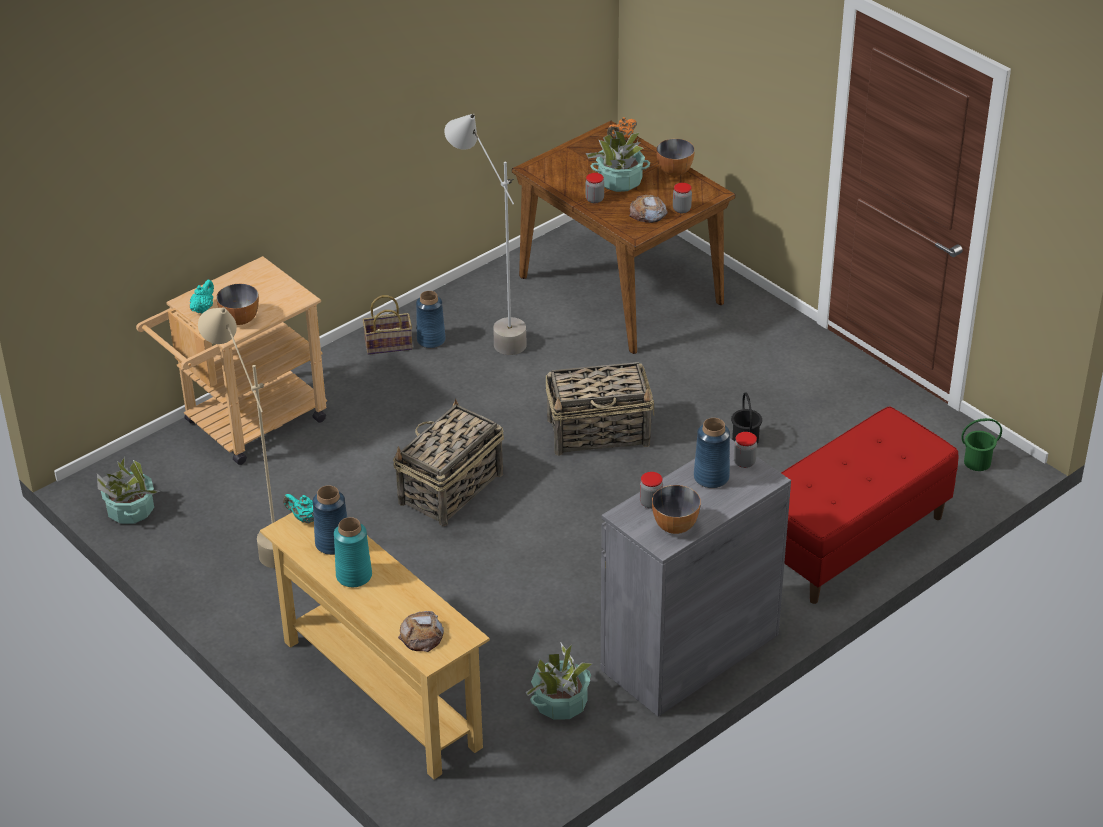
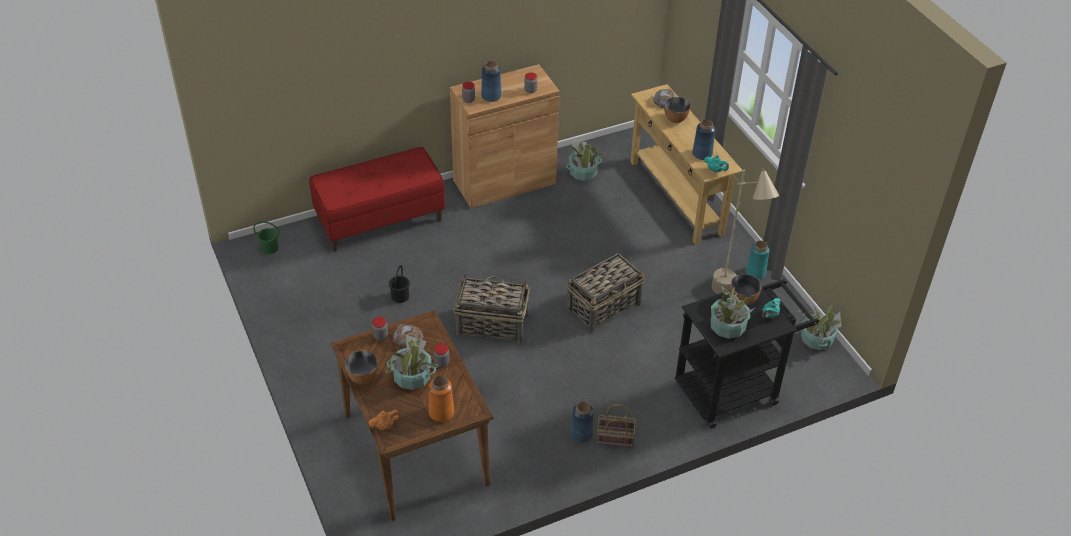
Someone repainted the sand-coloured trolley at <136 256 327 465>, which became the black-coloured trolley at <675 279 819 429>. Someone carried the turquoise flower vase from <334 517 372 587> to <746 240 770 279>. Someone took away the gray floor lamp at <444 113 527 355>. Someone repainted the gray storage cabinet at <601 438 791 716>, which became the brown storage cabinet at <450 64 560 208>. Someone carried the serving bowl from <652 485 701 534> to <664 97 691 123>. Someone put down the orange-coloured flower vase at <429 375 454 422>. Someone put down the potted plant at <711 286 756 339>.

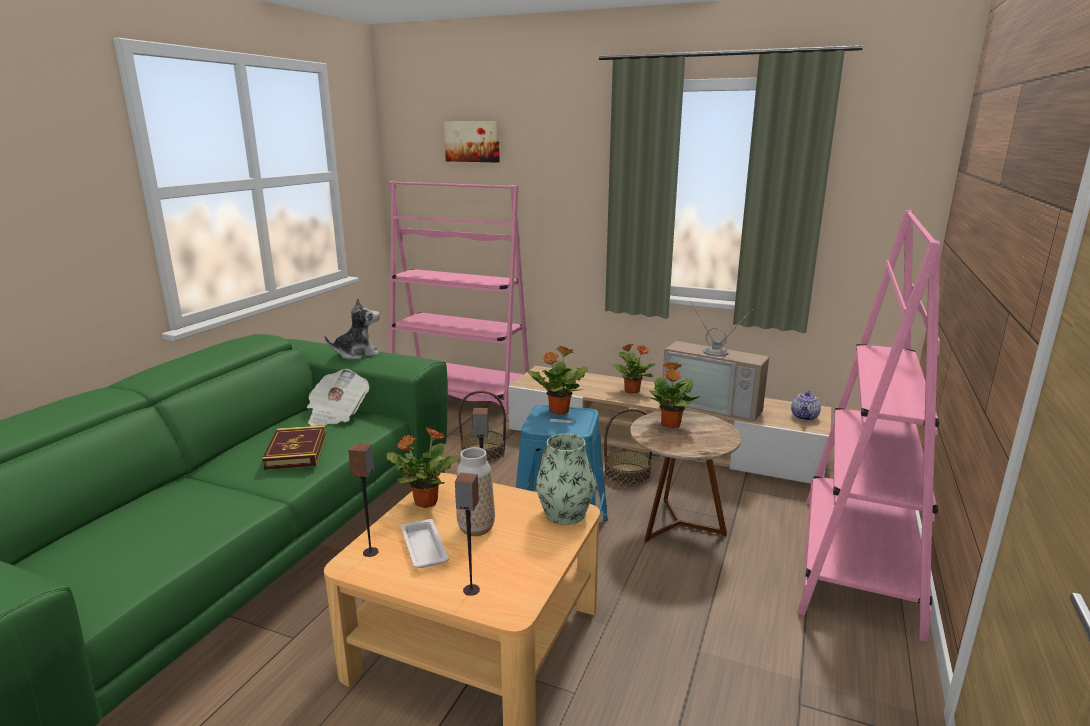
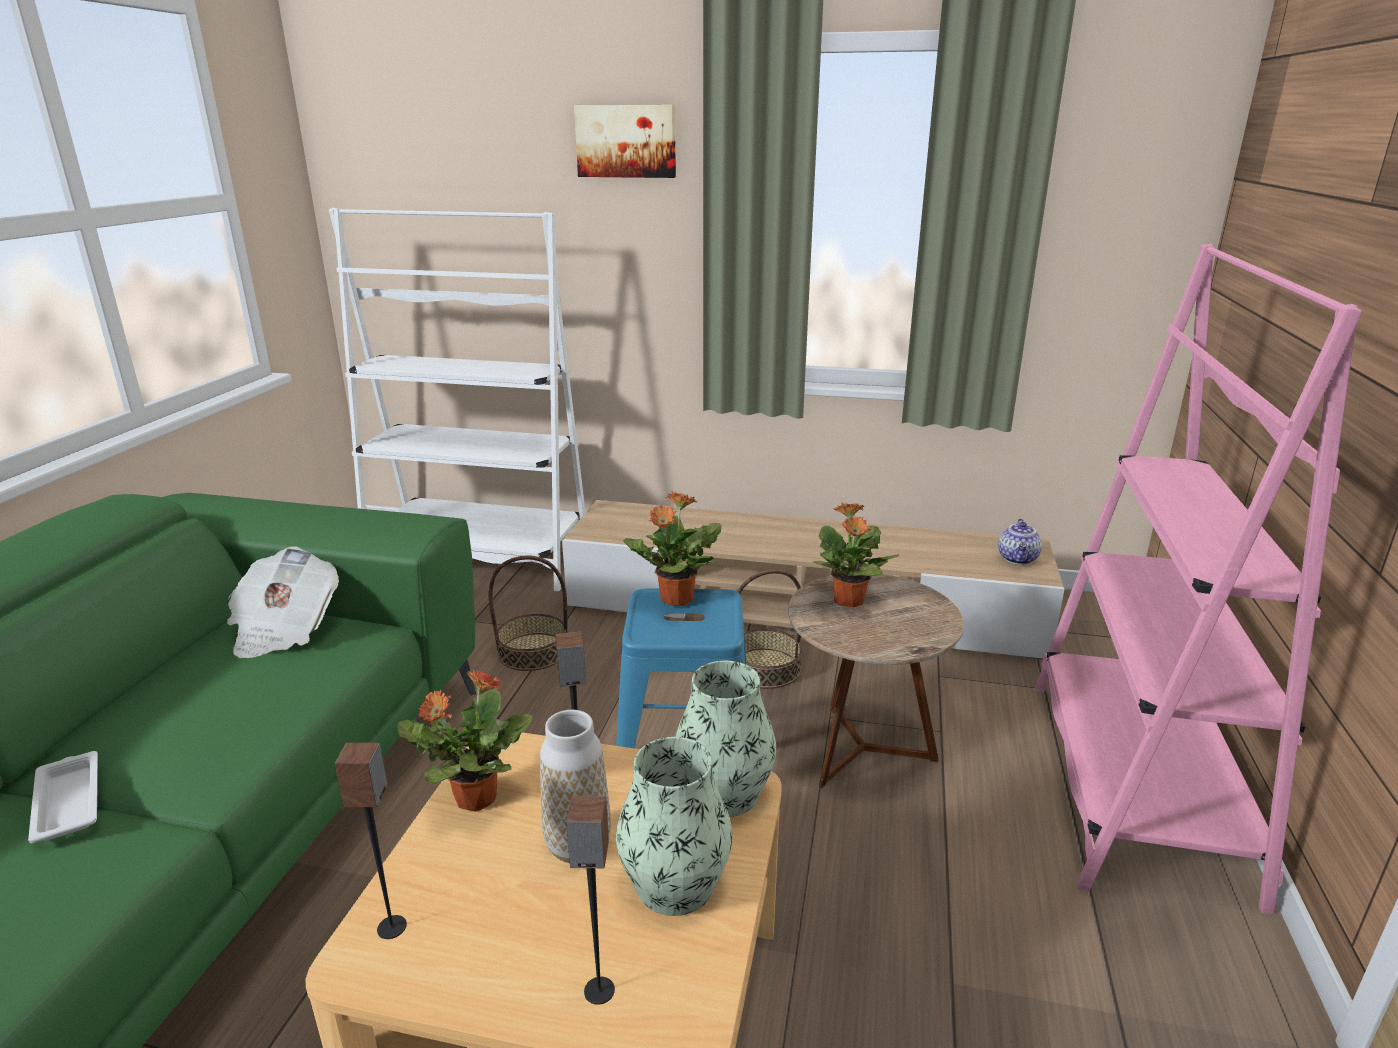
Someone took away the bound book at <262 425 326 470>. Someone took away the cuddly toy at <325 298 380 360>. Someone repainted the pink-coloured bookshelf at <389 181 529 421>, which became the whitish bookshelf at <329 208 586 591>. Someone carried the whitish carrying tray from <401 519 449 568> to <28 751 98 843>. Someone carried the wall art from <444 121 500 162> to <574 105 676 178>. Someone took away the potted plant at <612 343 657 394>. Someone took away the TV set at <663 301 769 422>. Someone put down the flower vase at <616 737 733 916>.

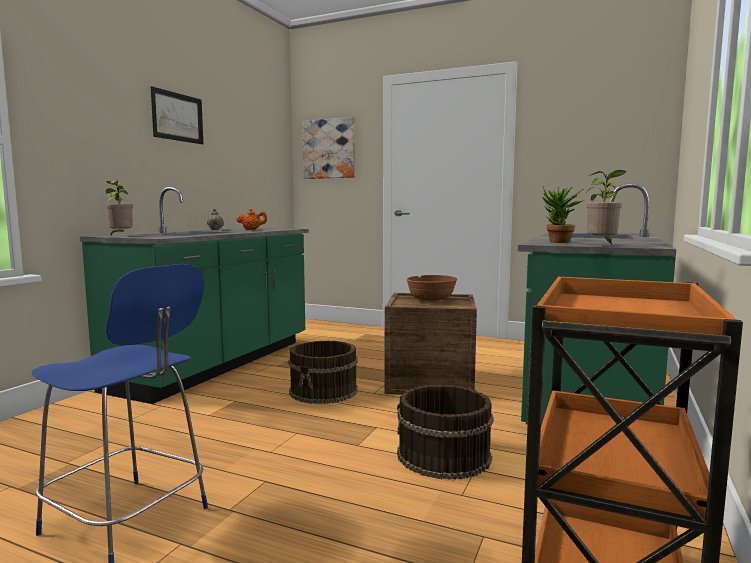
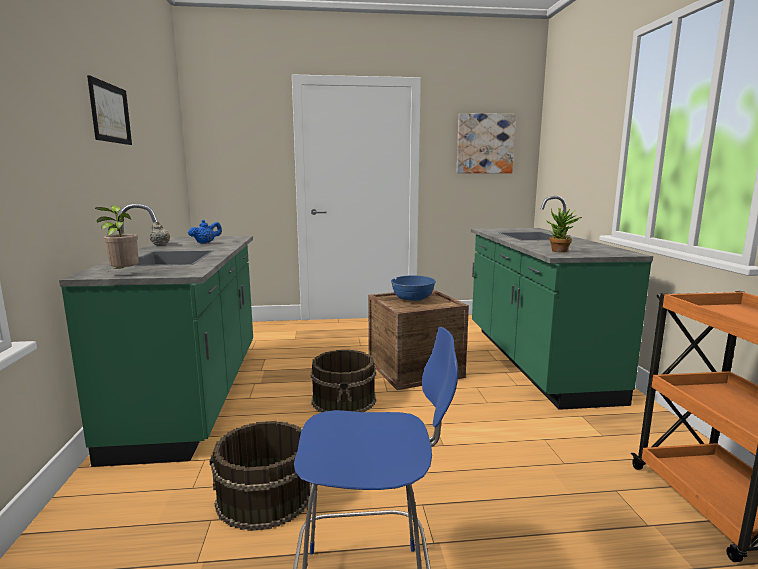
Someone repainted the orange-coloured teapot at <236 208 267 230>, which became the blue-coloured teapot at <188 220 222 244>. Someone carried the wall art from <302 117 355 179> to <457 113 516 173>. Someone carried the brown pail from <397 385 494 480> to <210 421 312 531>. Someone repainted the brown serving bowl at <407 275 457 302>, which became the blue-coloured serving bowl at <391 275 436 302>. Someone took away the potted plant at <586 170 626 244>.

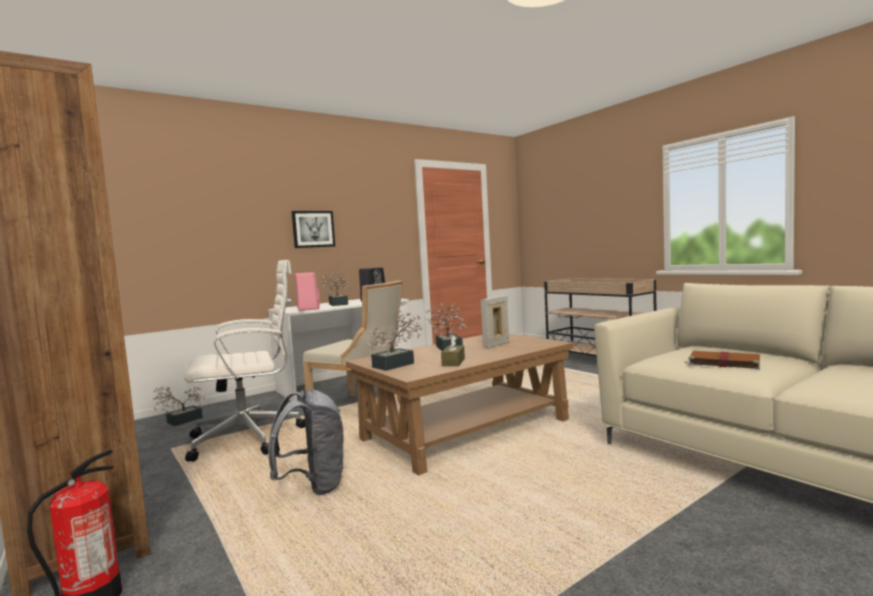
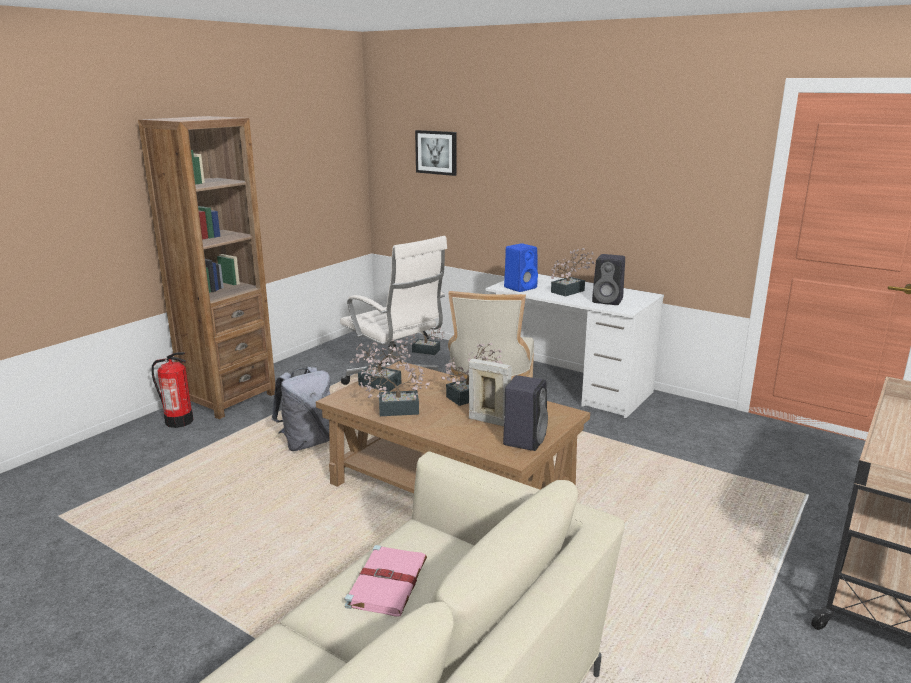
Someone carried the wall art from <292 211 335 248> to <415 130 456 176>. Someone repainted the pink-coloured audio speaker at <295 272 320 311>, which became the blue-coloured audio speaker at <504 243 538 292>. Someone swapped the brown box of tissues at <441 335 465 366> for the potted plant at <360 355 430 416>. Someone repainted the brown bound book at <683 351 760 370>, which became the pink-coloured bound book at <345 545 427 617>. Someone put down the black-coloured audio speaker at <503 375 548 451>.

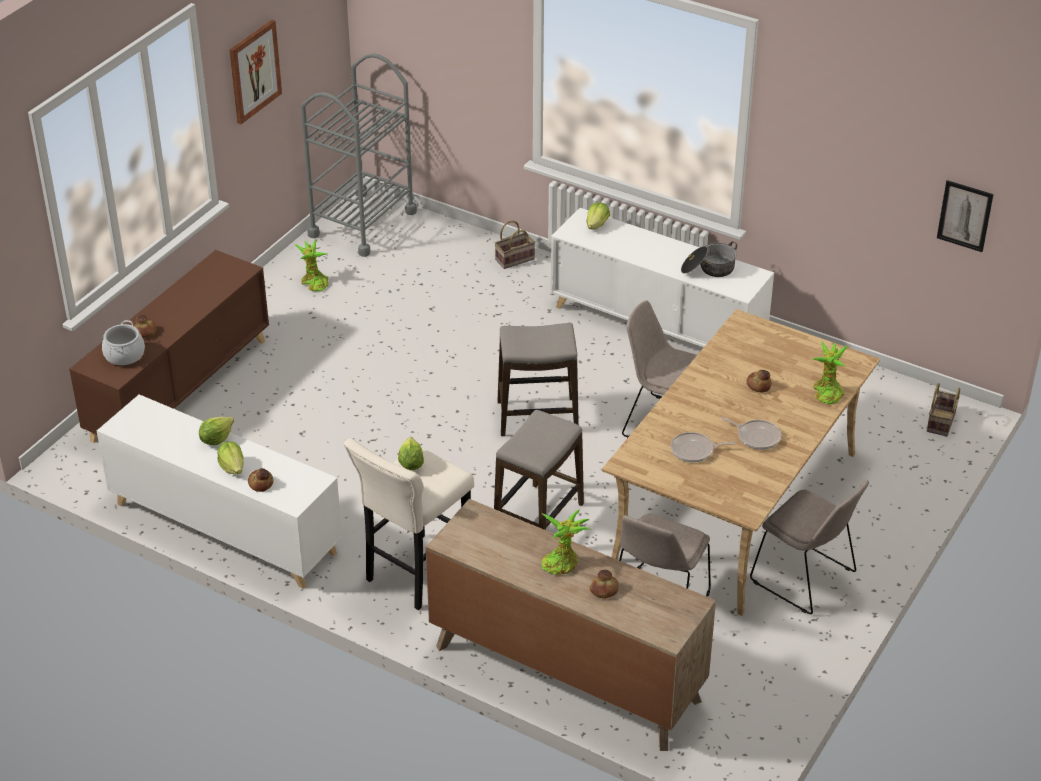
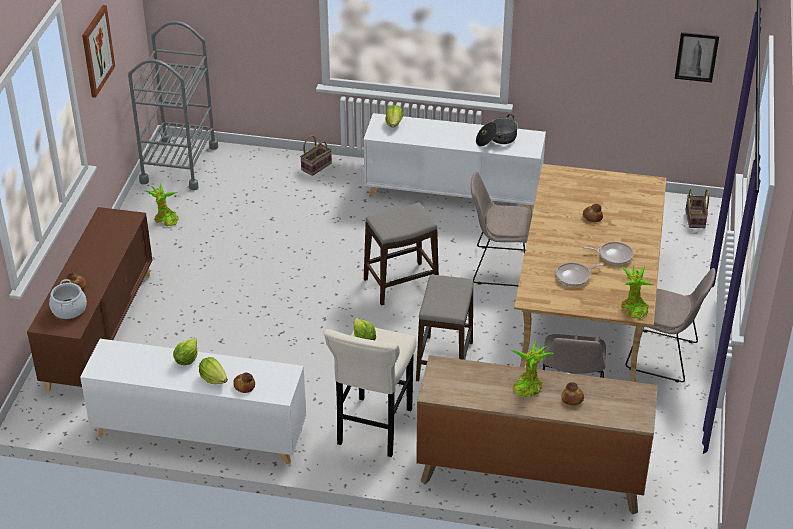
Someone carried the potted plant from <813 341 848 405> to <621 265 653 319>.

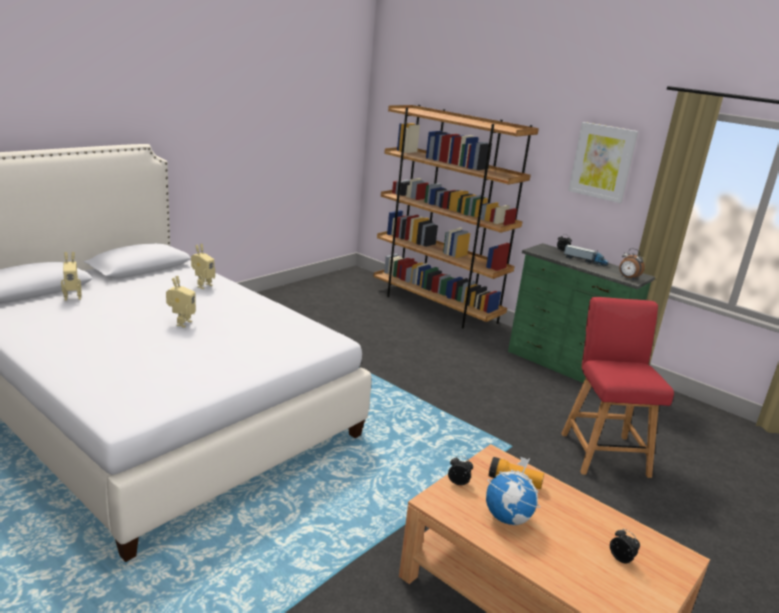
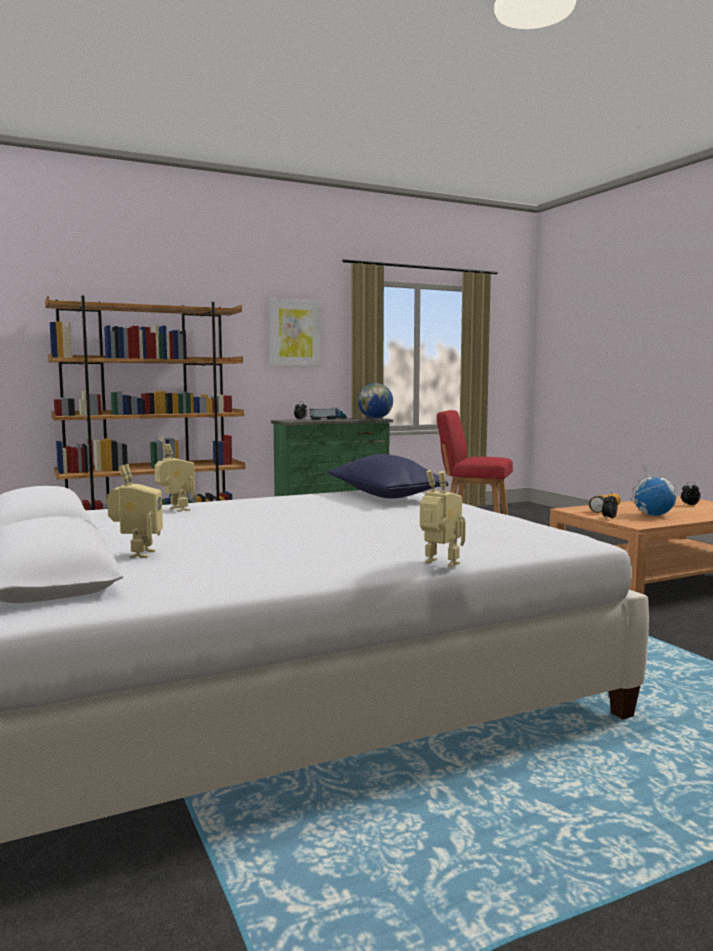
Someone carried the model robot from <166 276 196 328> to <420 470 466 567>. Someone swapped the table clock at <619 248 645 280> for the world globe at <358 383 393 419>. Someone put down the blue-coloured pillow at <328 454 449 499>.

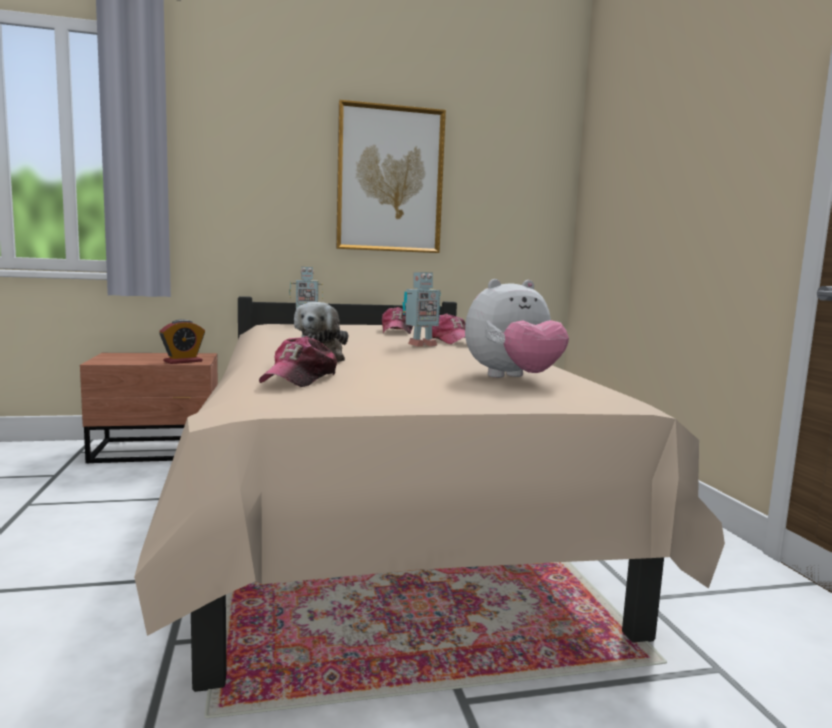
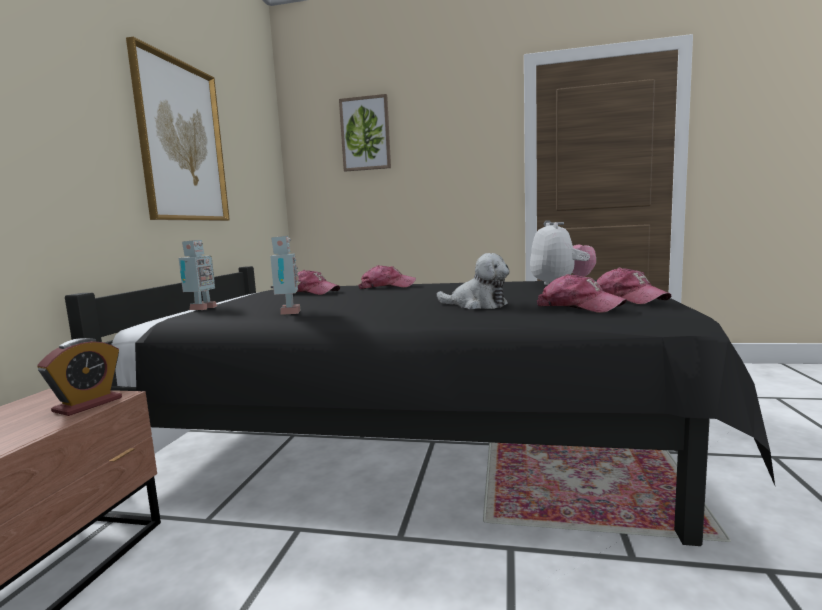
Someone repainted the sand-coloured sleeping bed at <134 296 725 692>, which became the black-coloured sleeping bed at <65 266 775 546>. Someone rotated the table clock at <159 319 205 364> by 45 degrees clockwise. Someone carried the model robot from <403 272 440 347> to <270 236 301 315>. Someone put up the wall art at <339 94 391 172>. Someone put down the baseball cap at <597 267 672 304>.

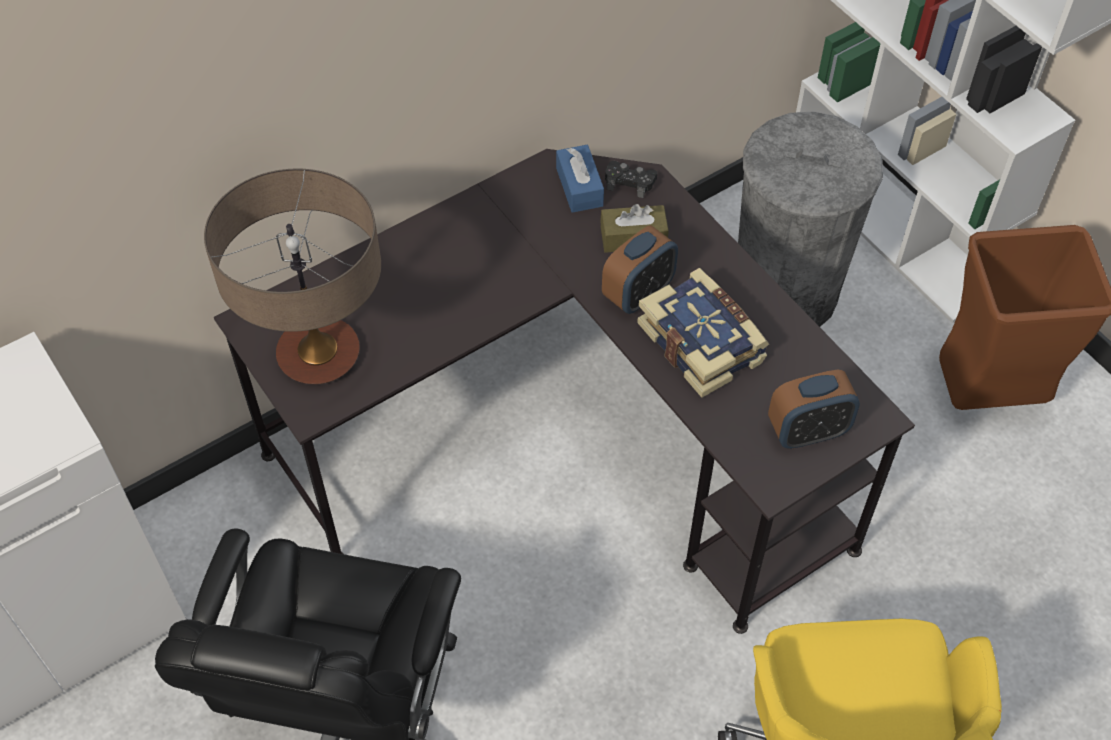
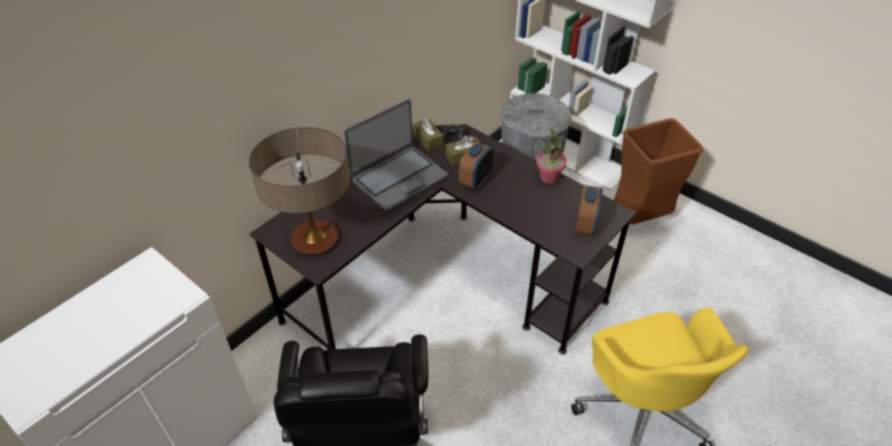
Someone repainted the blue-coloured box of tissues at <556 145 604 213>, which became the brown box of tissues at <413 118 443 152>. Someone took away the bound book at <637 268 769 398>. Someone rotated the table clock at <768 370 860 449> by 45 degrees counterclockwise. Someone put down the portable computer at <344 99 448 212>. Someone put down the potted plant at <536 128 567 184>.

